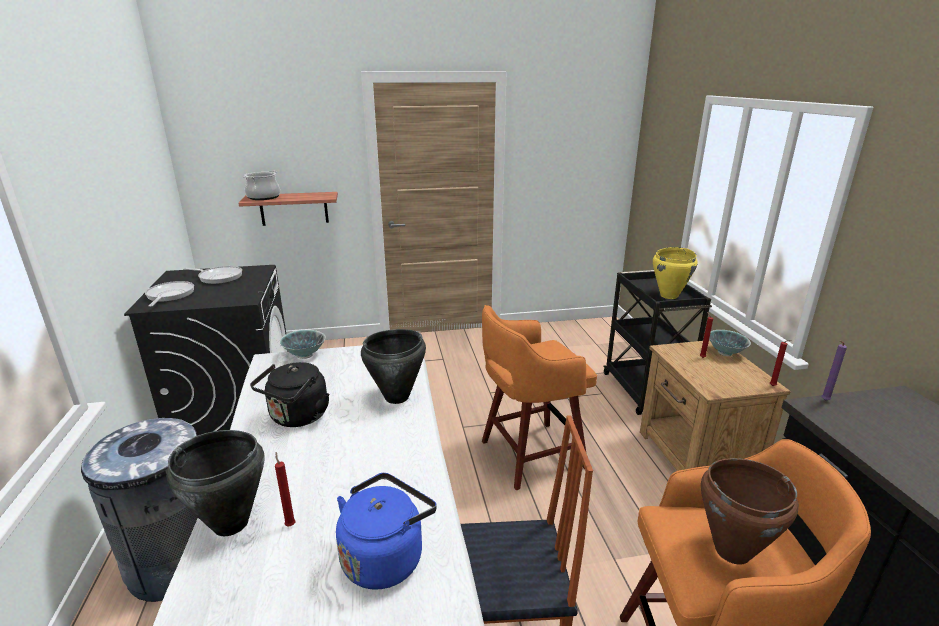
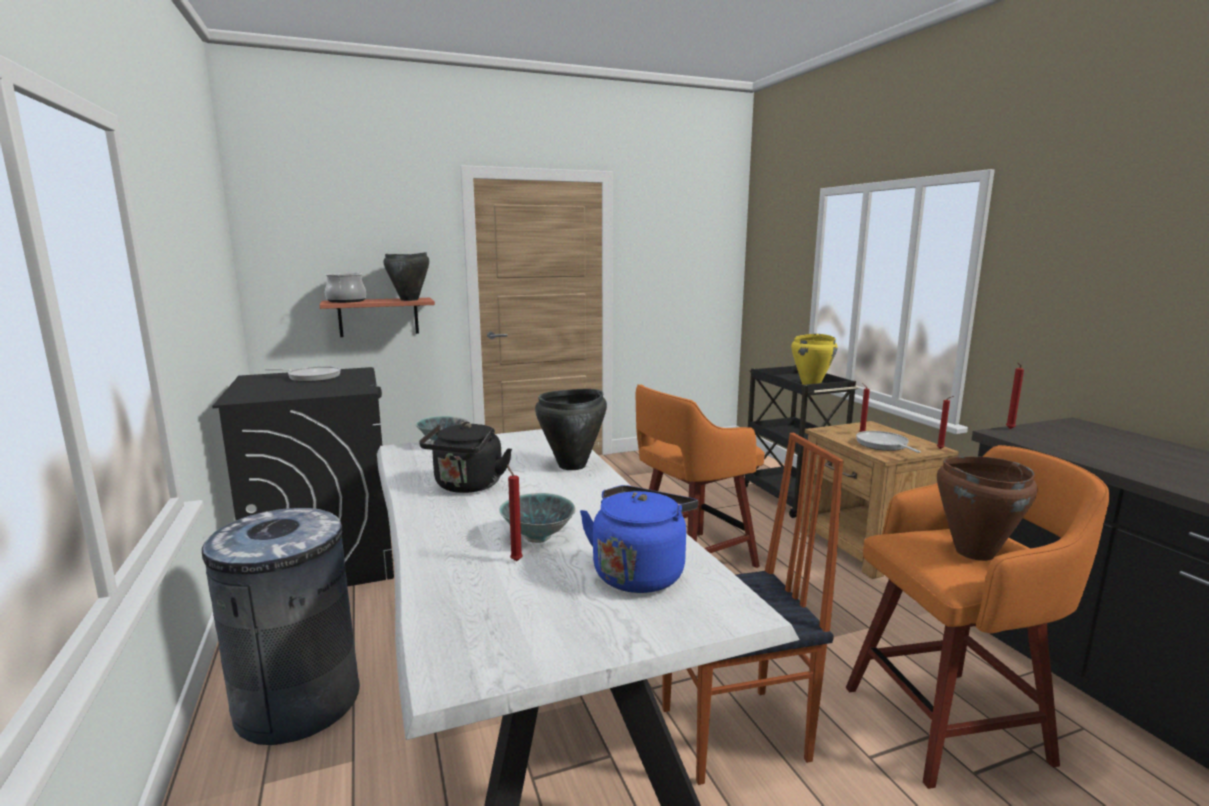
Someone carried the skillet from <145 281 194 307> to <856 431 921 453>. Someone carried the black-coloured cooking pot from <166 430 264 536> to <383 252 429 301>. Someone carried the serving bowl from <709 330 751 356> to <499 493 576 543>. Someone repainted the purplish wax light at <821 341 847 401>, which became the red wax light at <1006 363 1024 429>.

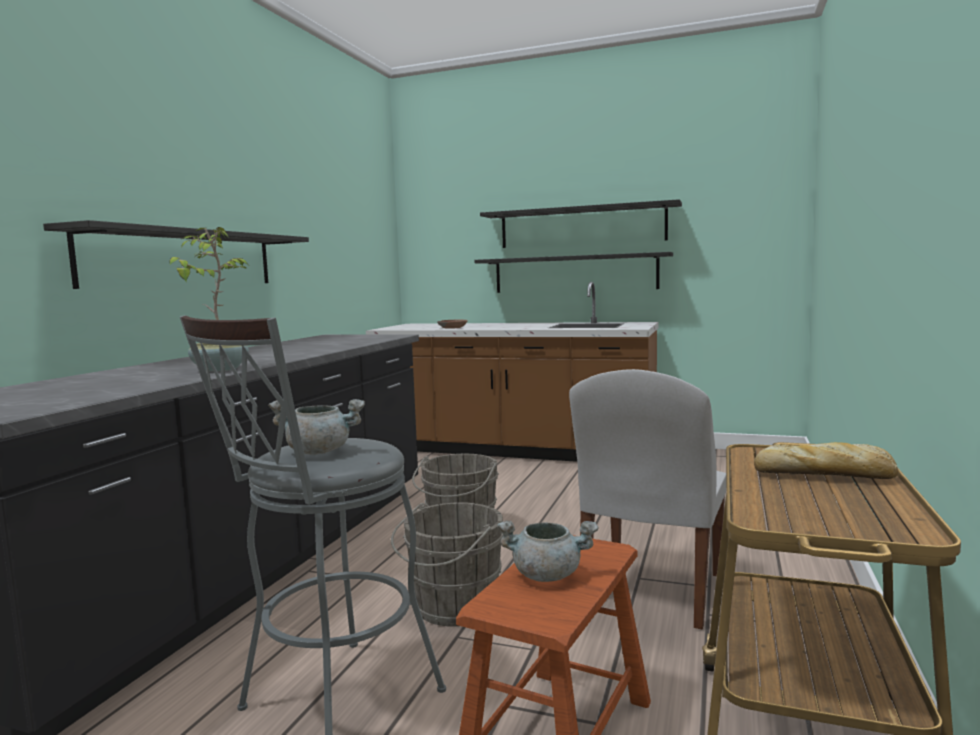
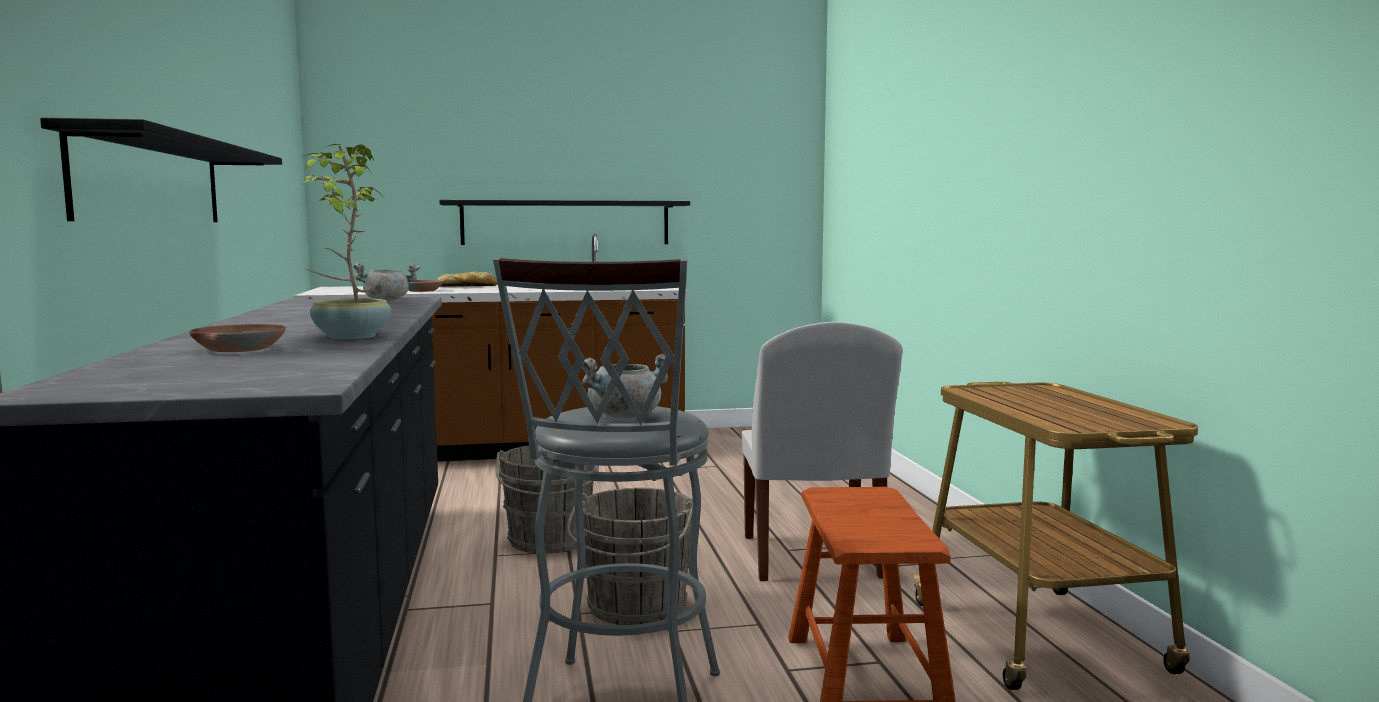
Someone took away the black-coloured shelf at <480 199 682 248>. Someone carried the gray cooking pot from <497 520 599 582> to <352 263 420 301>. Someone carried the bread from <754 442 898 479> to <437 271 497 287>. Someone put down the brown serving bowl at <189 324 286 352>.

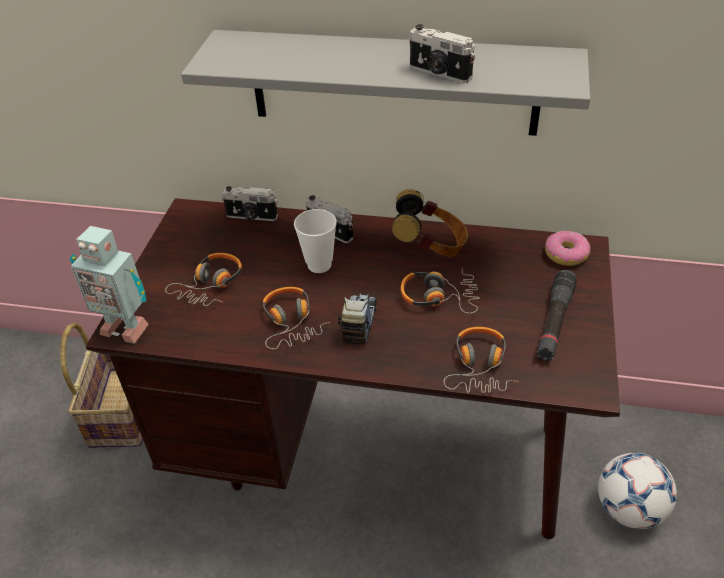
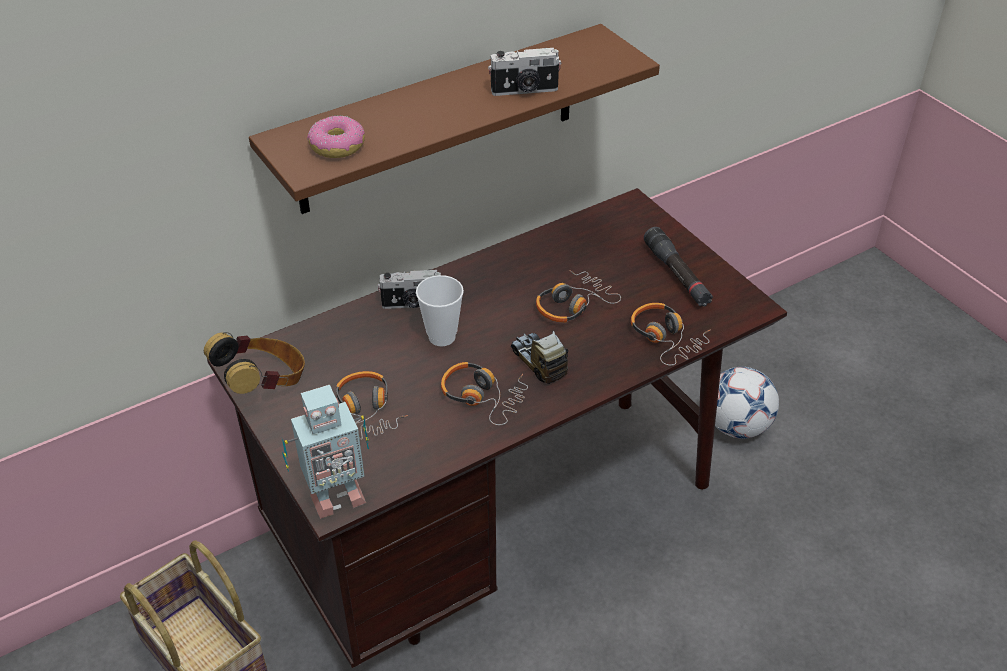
Someone repainted the gray shelf at <181 30 590 136>, which became the brown shelf at <249 24 660 214>. Someone took away the still camera at <222 186 278 221>. Someone carried the headset from <392 189 468 257> to <204 332 305 394>. Someone carried the donut from <545 231 590 266> to <307 115 365 158>.

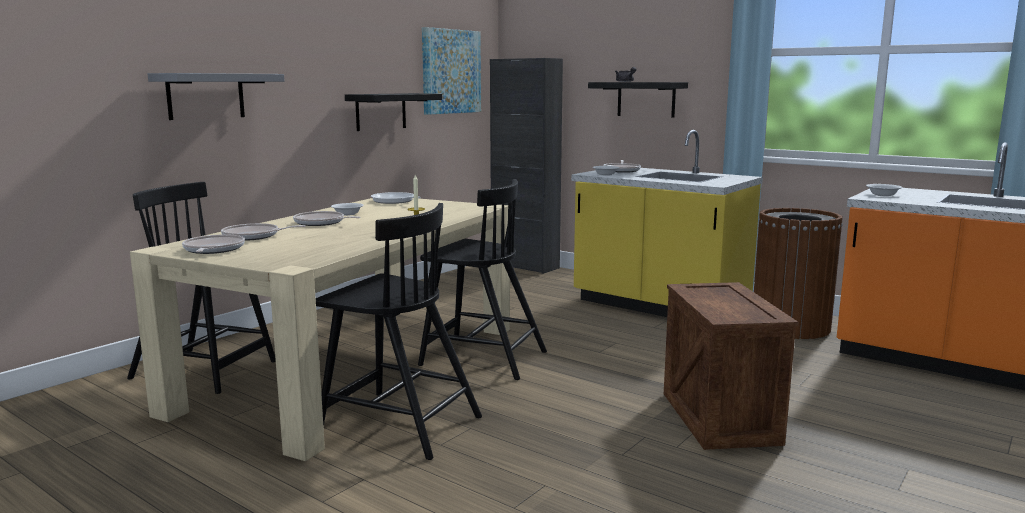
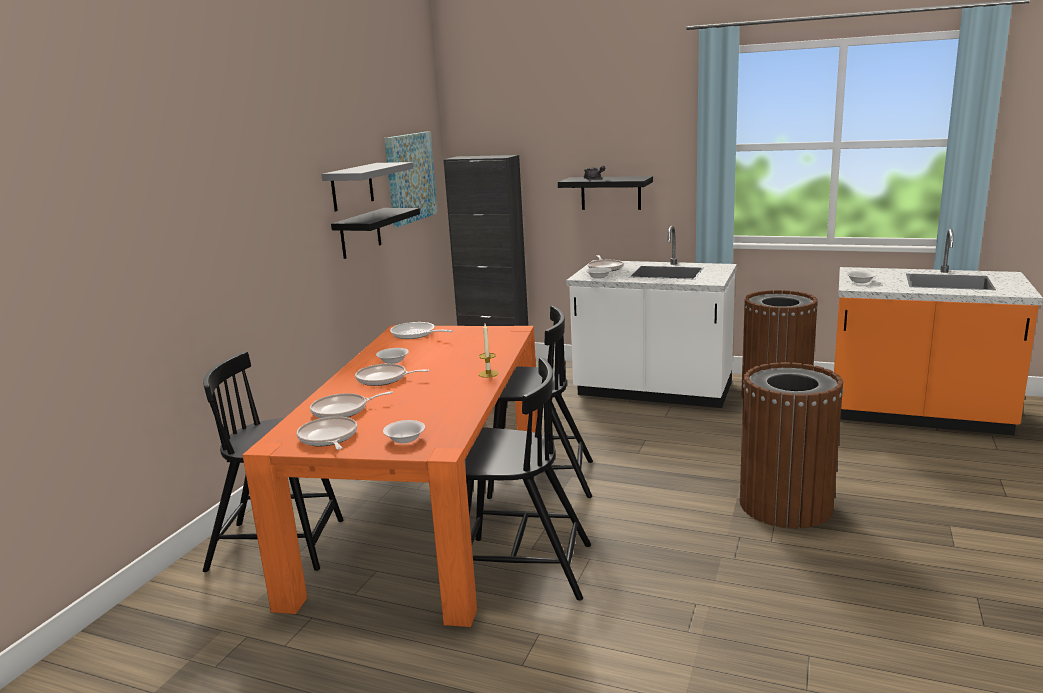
Someone repainted the sand-coloured dinner table at <130 198 510 461>, which became the orange-coloured dinner table at <242 326 538 627>. Someone carried the gray shelf from <148 73 285 120> to <321 162 413 211>. Someone repainted the yellowish kitchen counter at <571 130 763 317>, which became the whitish kitchen counter at <566 226 737 408>. Someone swapped the packing crate at <664 282 799 450> for the brown rubbish bin at <740 362 844 528>. Someone put down the whitish serving bowl at <383 420 425 444>.

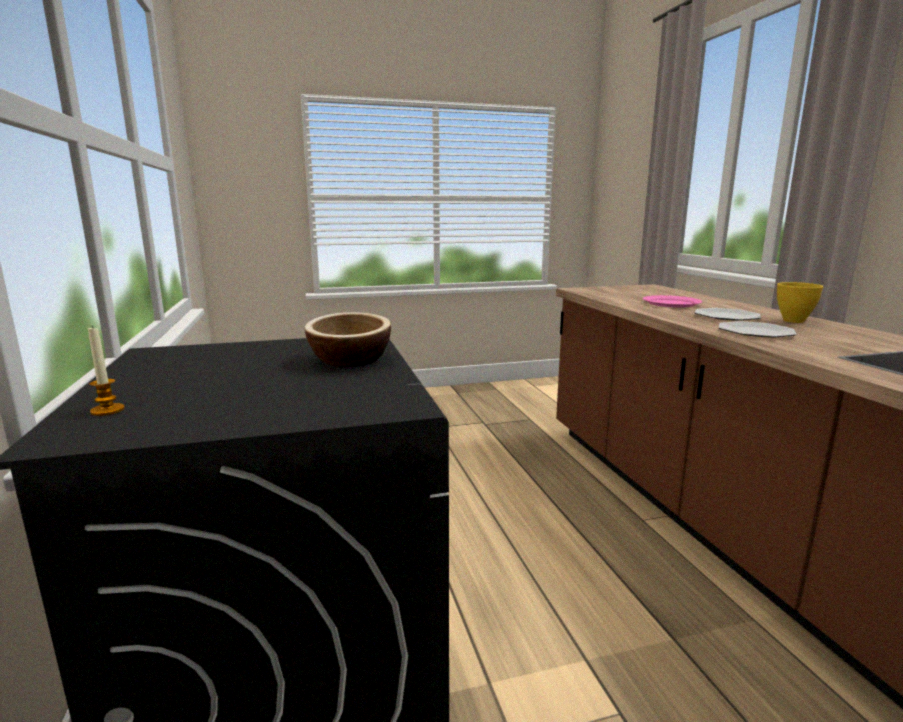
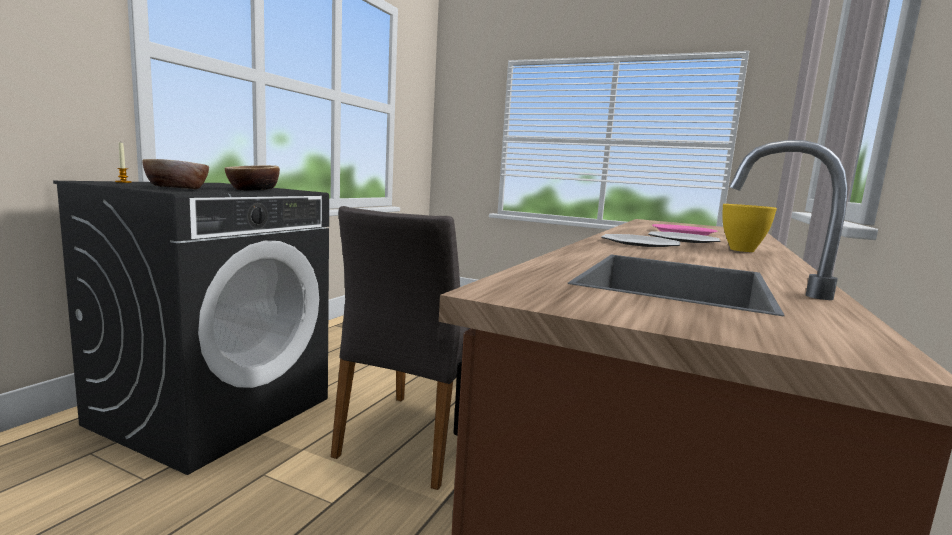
Someone put down the serving bowl at <143 159 209 189>. Someone put down the gray plain chair at <331 206 470 490>.

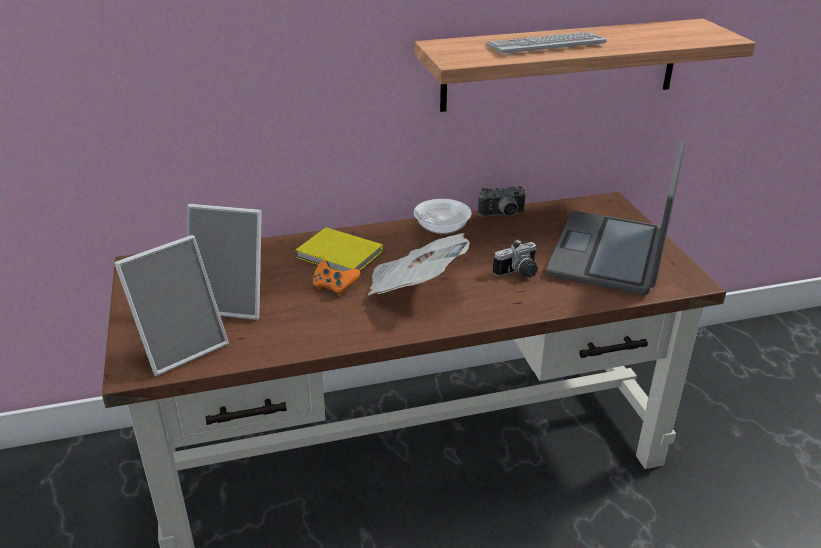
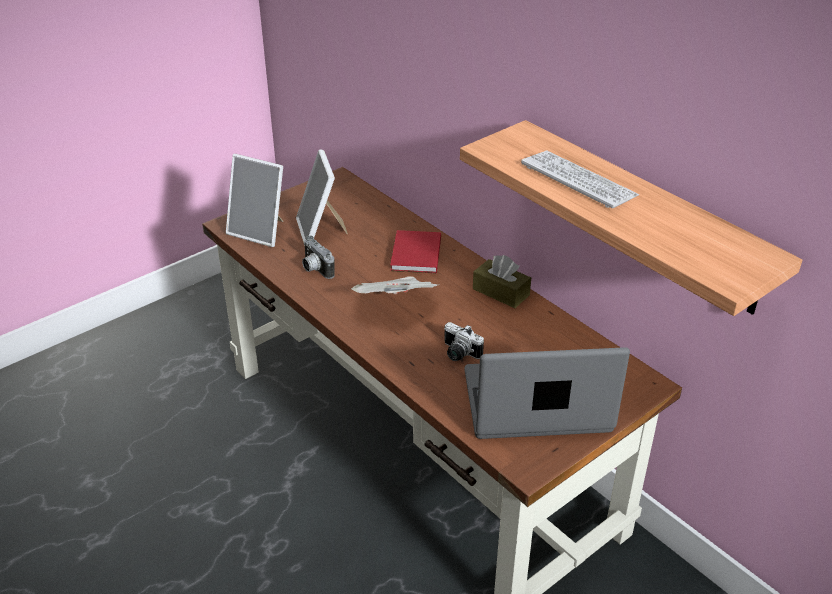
Someone repainted the yellowish bound book at <295 227 383 271>, which became the red bound book at <390 230 441 273>. Someone took away the orange-coloured joypad at <313 260 360 296>. Someone swapped the serving bowl at <414 199 472 234> for the brown box of tissues at <473 255 531 308>. Someone carried the still camera from <478 186 527 217> to <302 236 335 279>.

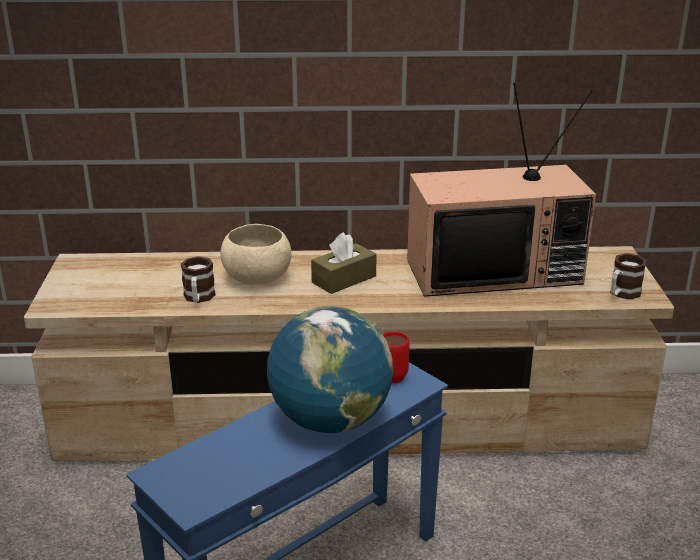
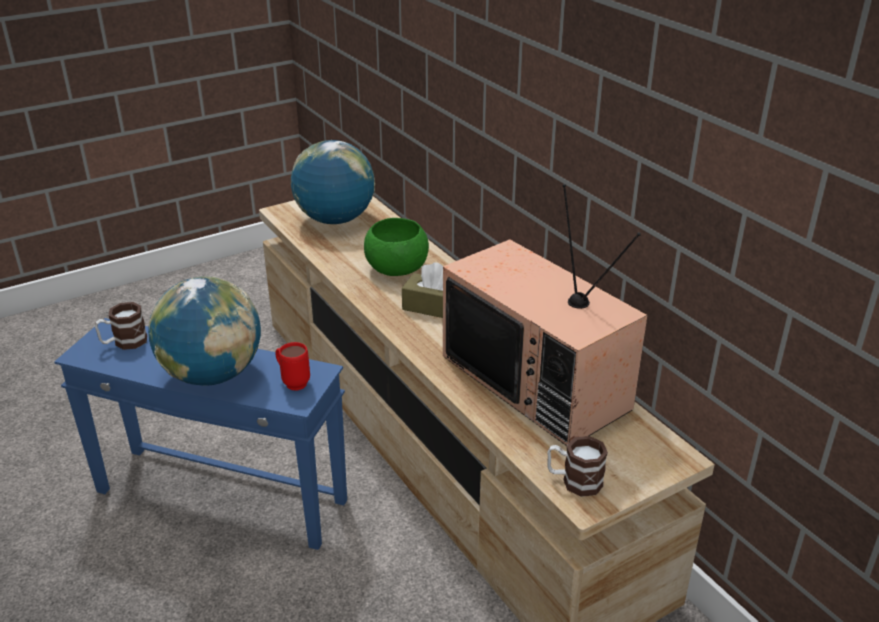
Someone carried the mug from <181 256 216 303> to <95 302 147 350>. Someone repainted the sand-coloured serving bowl at <220 224 292 285>, which became the green serving bowl at <364 218 429 276>. Someone put down the world globe at <291 140 375 224>.

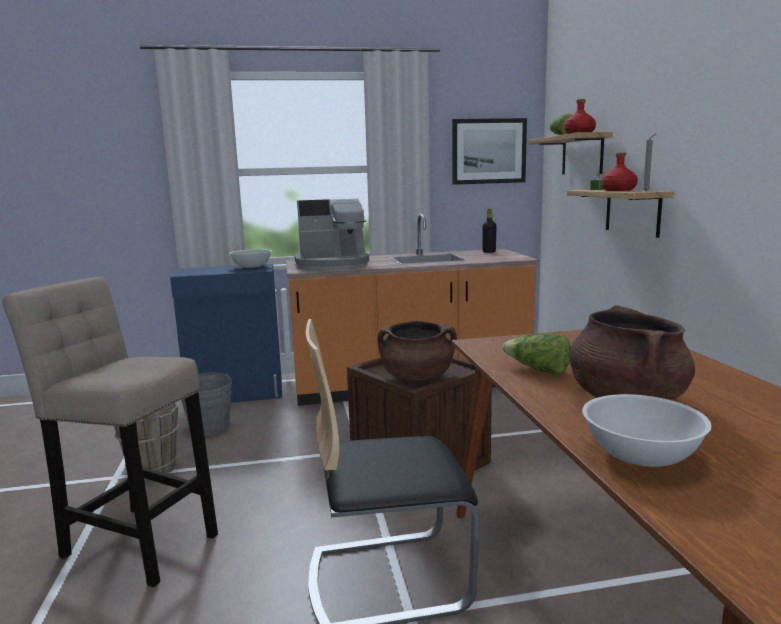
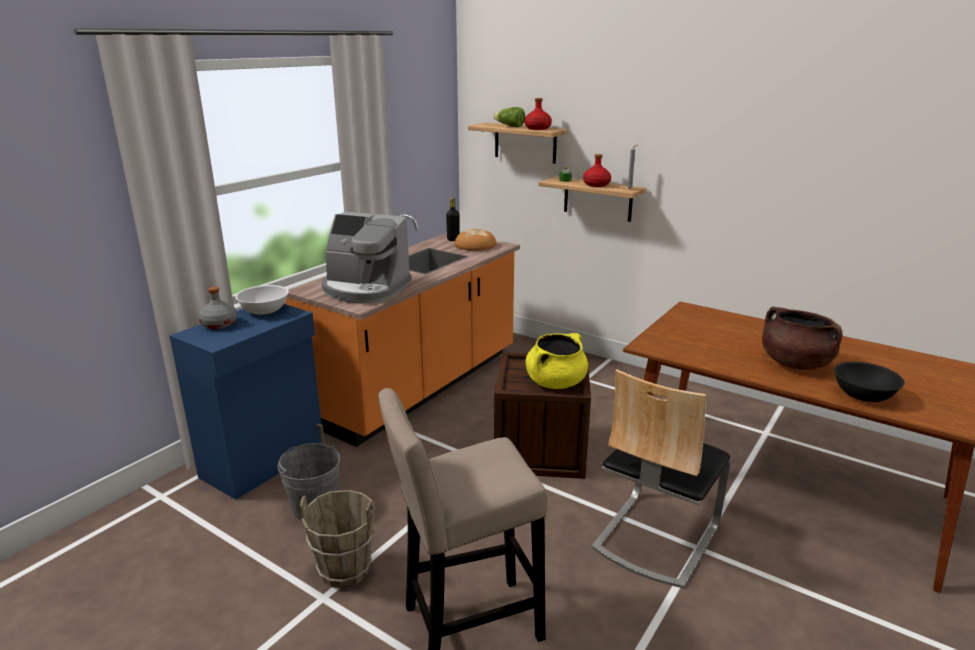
Someone rotated the coffee machine at <294 199 369 270> by 75 degrees clockwise. Someone repainted the brown cooking pot at <378 321 457 381>, which became the yellowish cooking pot at <525 333 588 389>. Someone took away the wall art at <452 118 527 185>. Someone took away the lettuce head at <502 333 571 374>. Someone repainted the whitish serving bowl at <582 394 712 467>, which became the black-coloured serving bowl at <834 362 905 402>. Someone put down the gray bottle at <198 286 238 329>. Someone put down the bread at <455 229 496 251>.

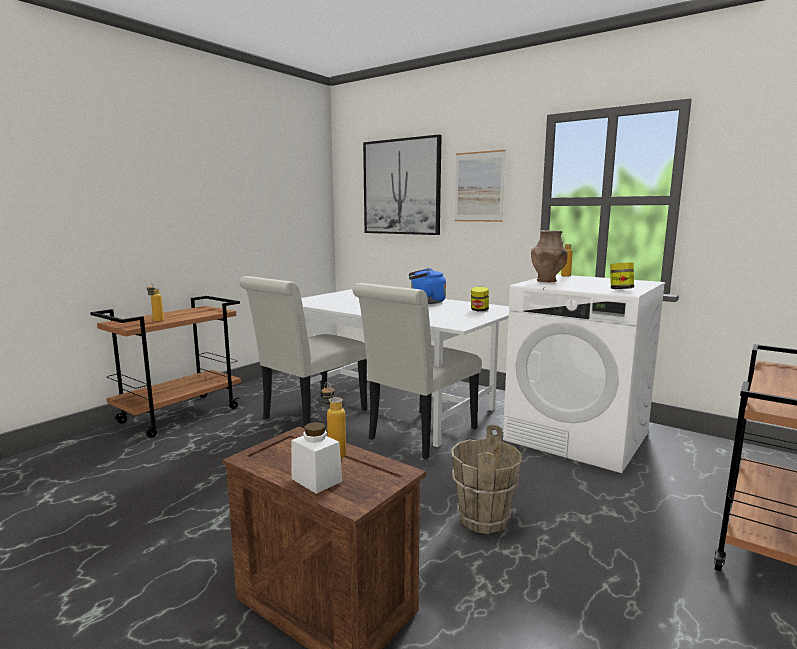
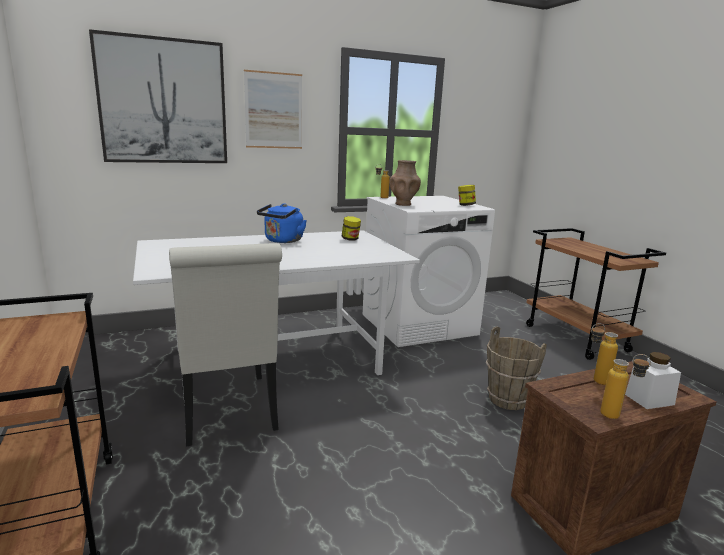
Someone carried the bottle from <147 283 164 322> to <600 354 651 419>. Someone took away the whitish plain chair at <353 283 482 459>.

